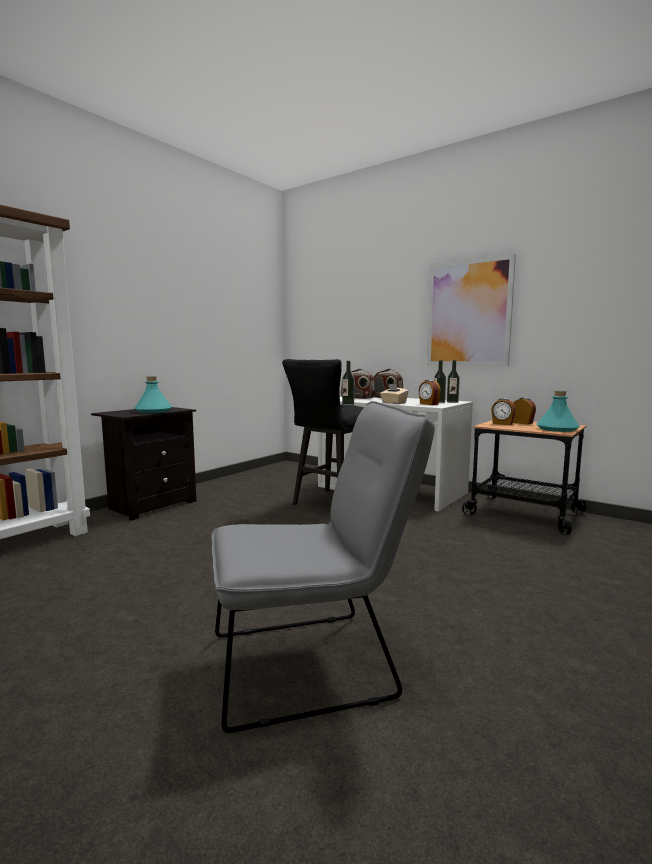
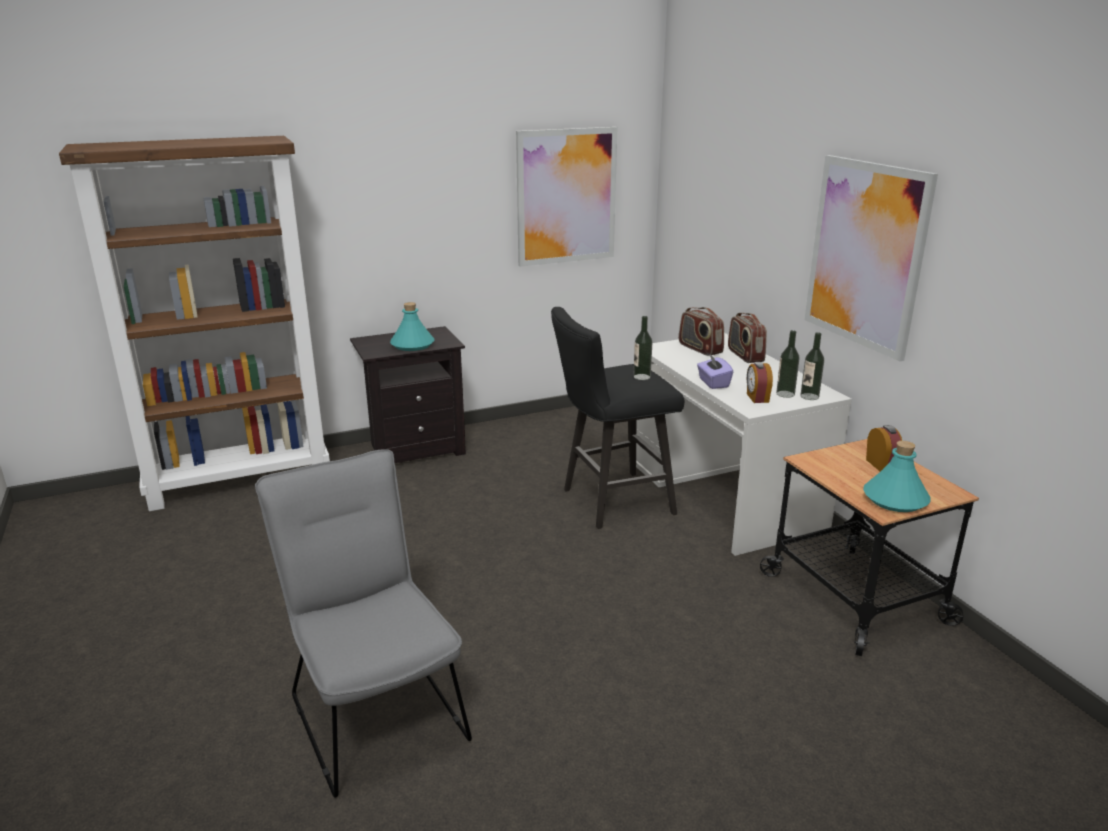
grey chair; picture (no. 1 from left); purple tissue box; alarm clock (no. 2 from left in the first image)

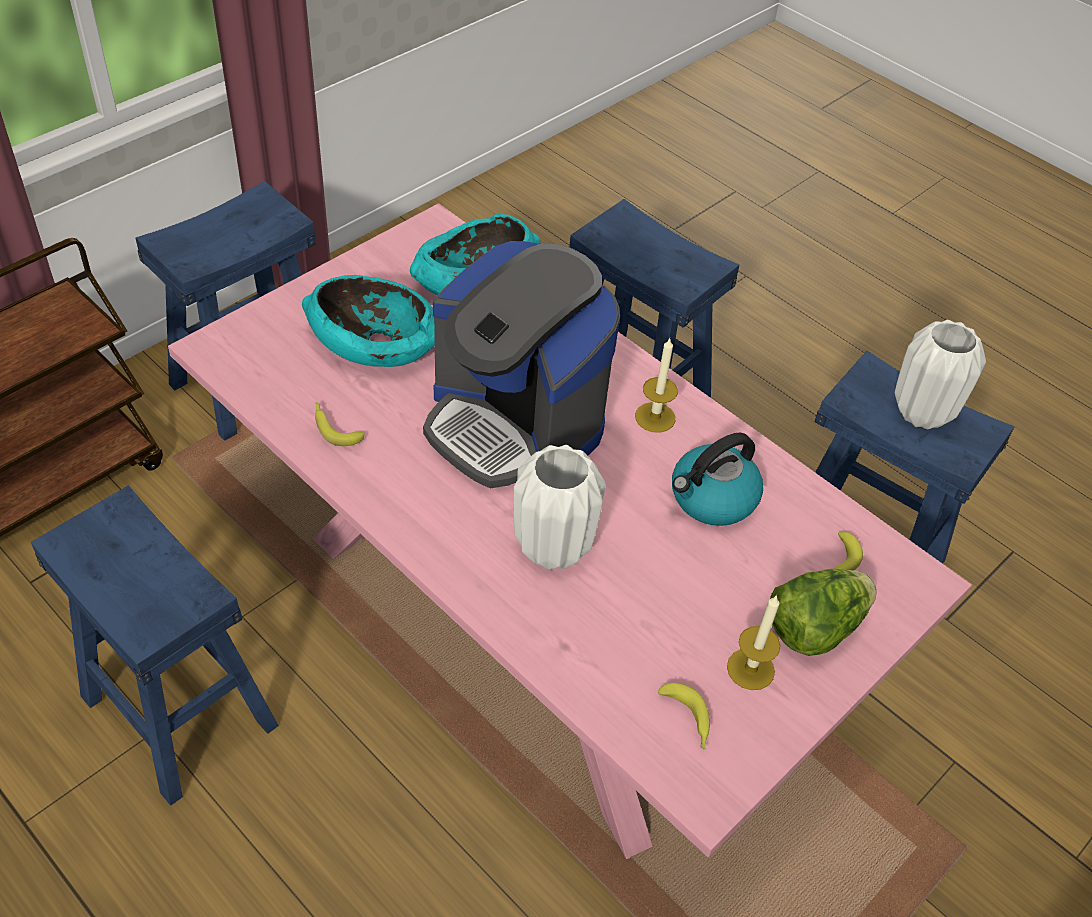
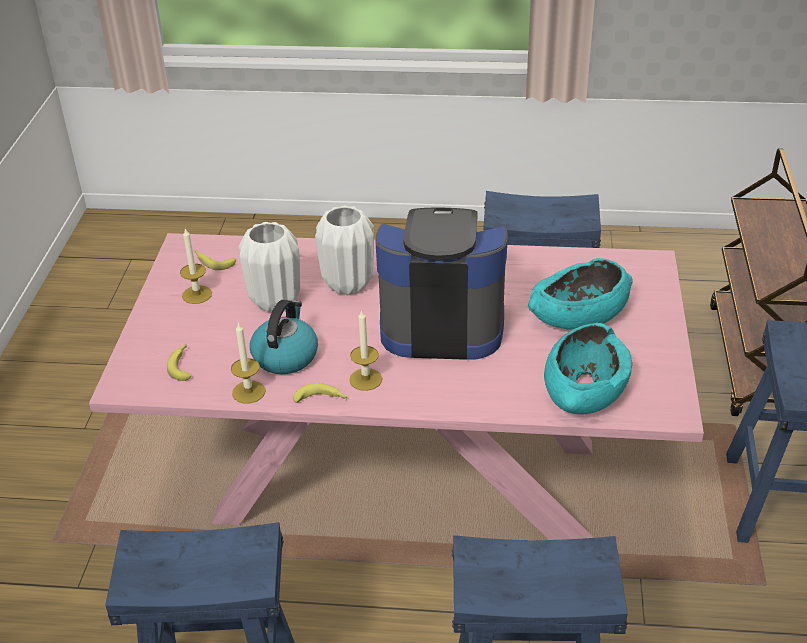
candle (no. 2 from left); white vase (no. 1 from left); banana (no. 3 from left); lettuce

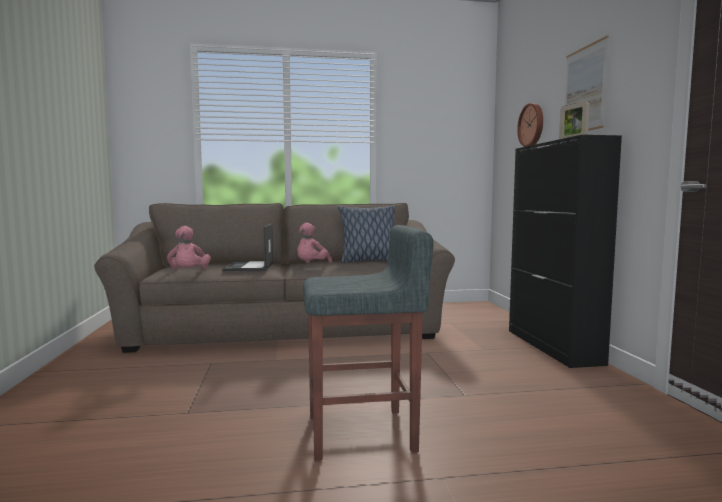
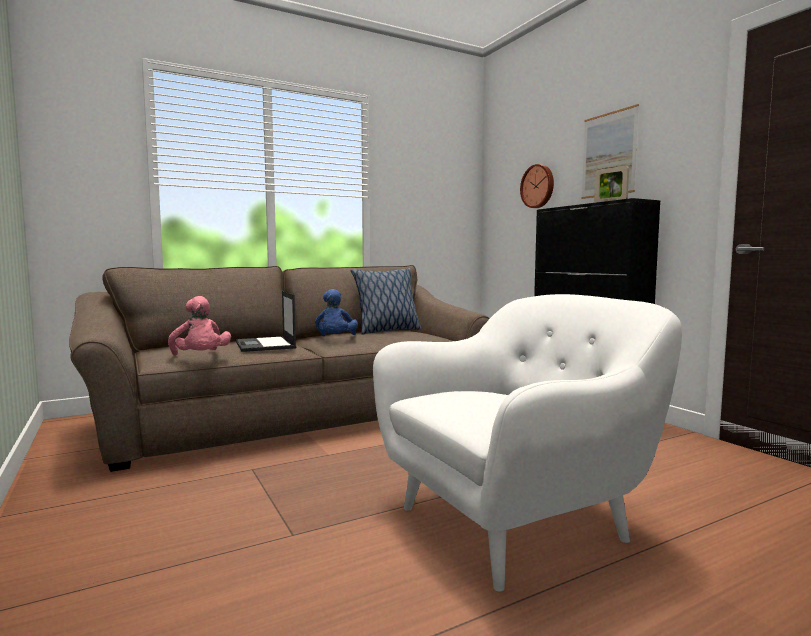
blue plush toy; white armchair

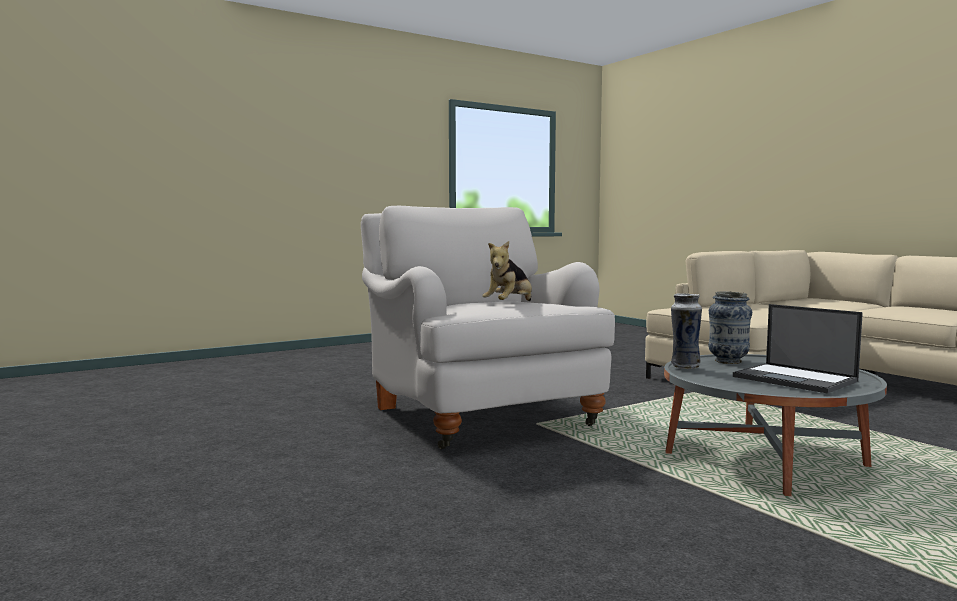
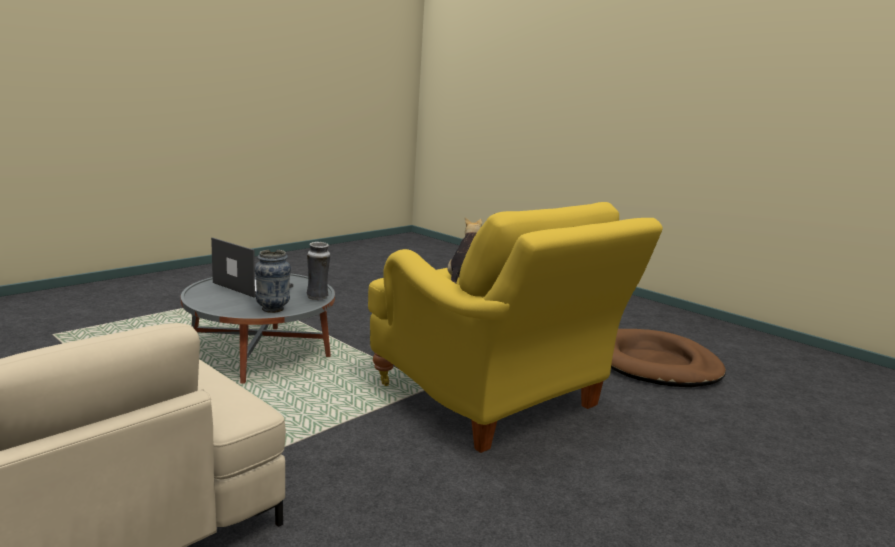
yellow armchair; brown dog bed

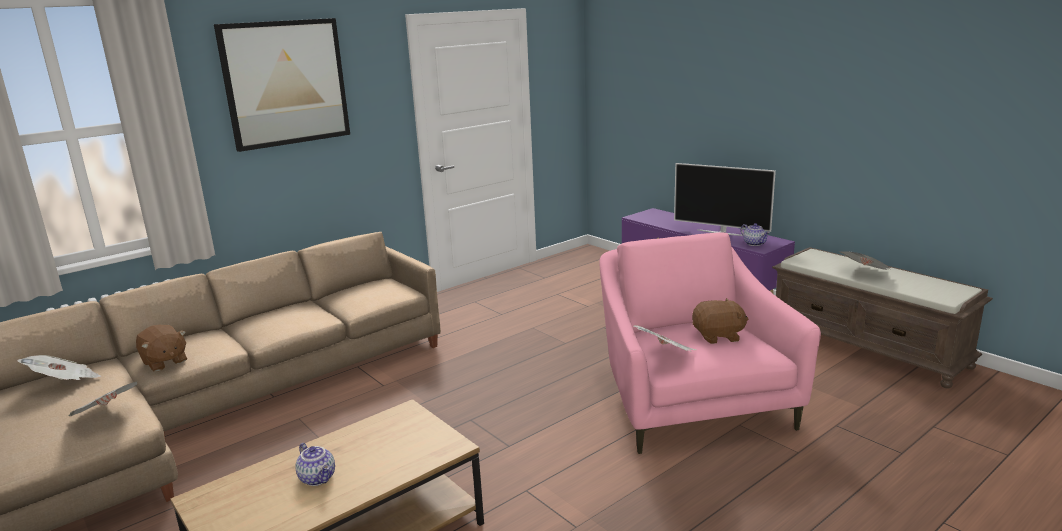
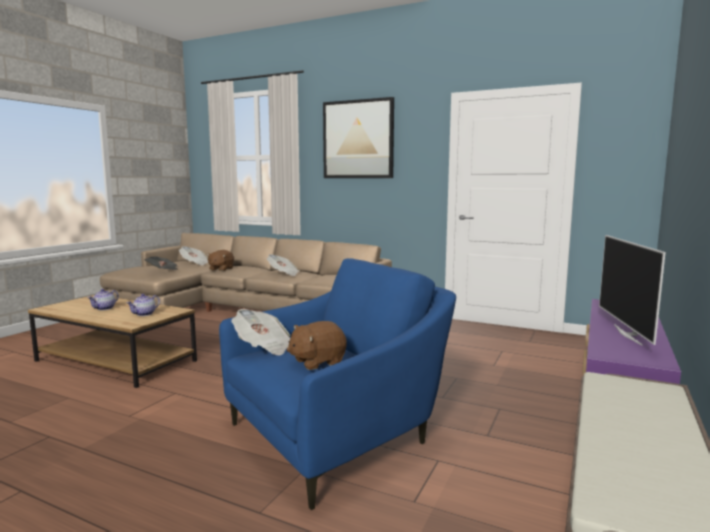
teapot (no. 2 from left); blue armchair; newspaper (no. 4 from left); brown plush toy (no. 2 from left)

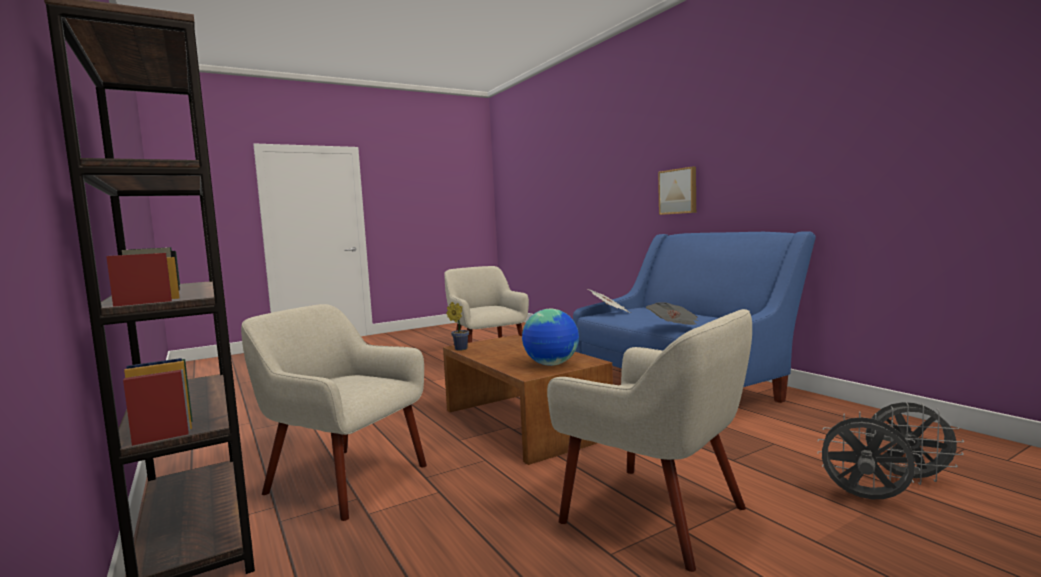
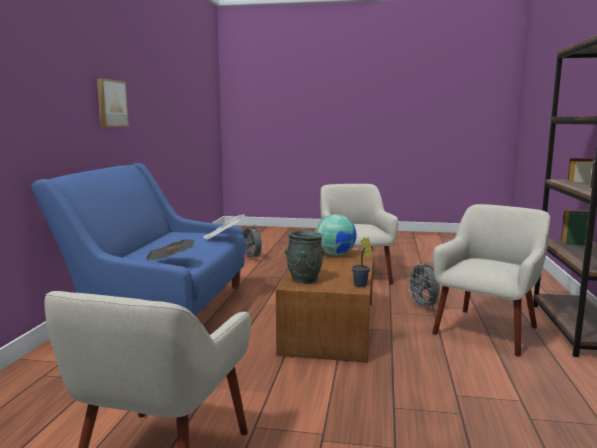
picture; grey vase; grey fan (no. 2 from left); beige armchair (no. 3 from left)

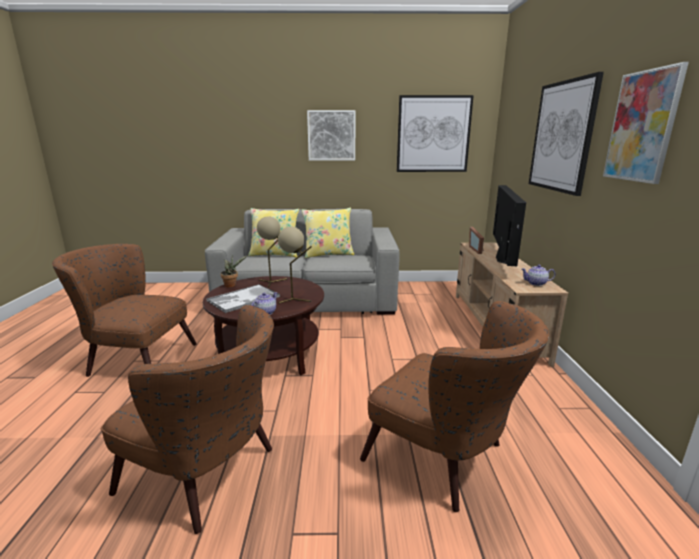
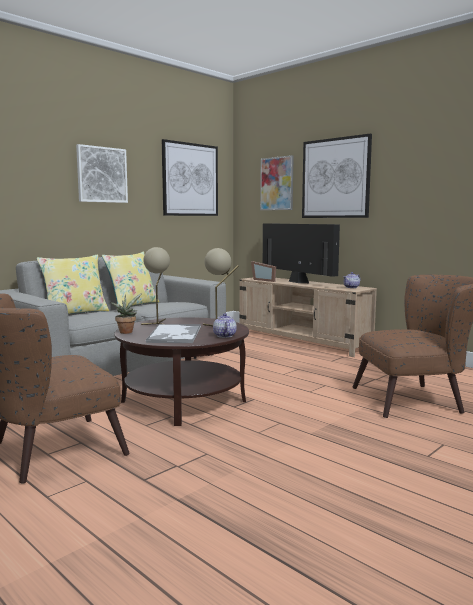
picture (no. 3 from left); brown armchair (no. 2 from left in the first image)

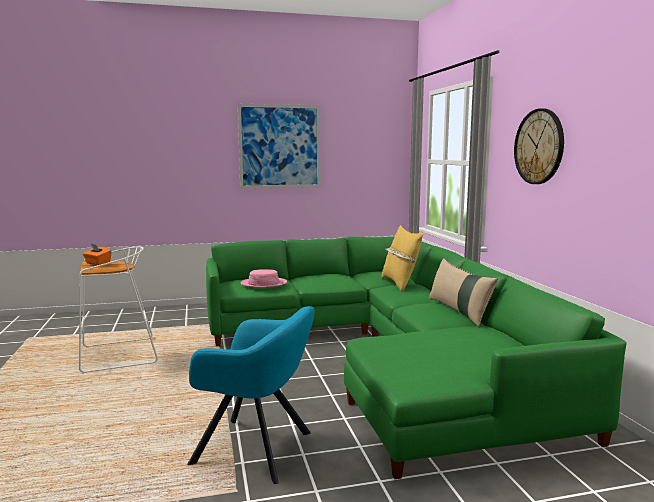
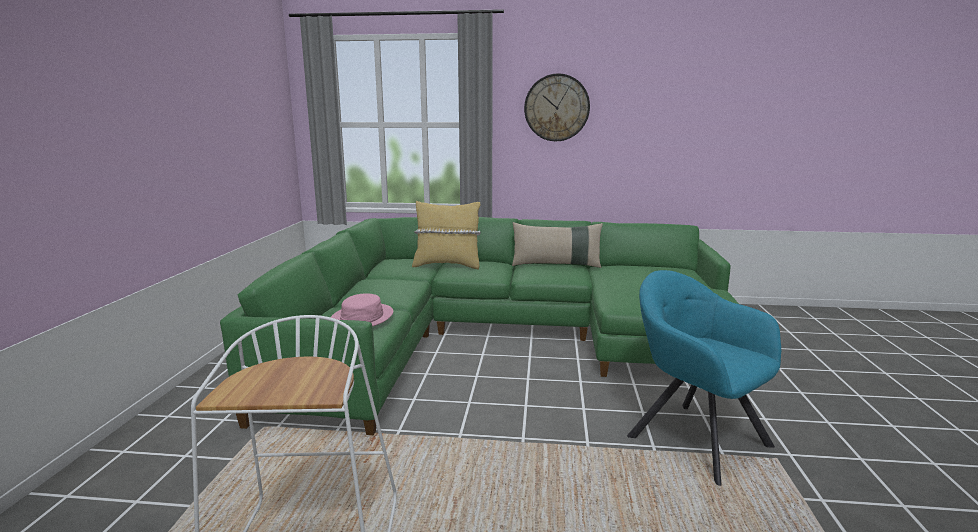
turquoise armchair; orange tissue box; picture

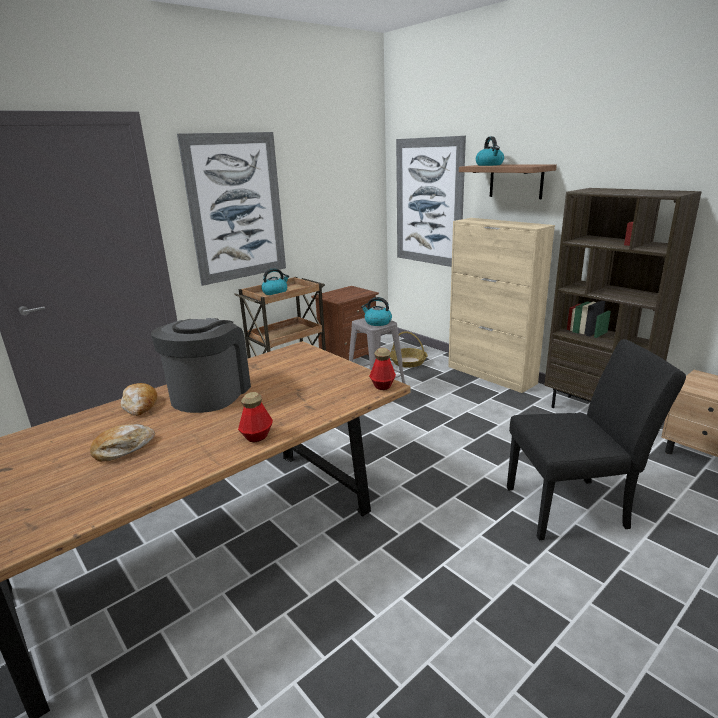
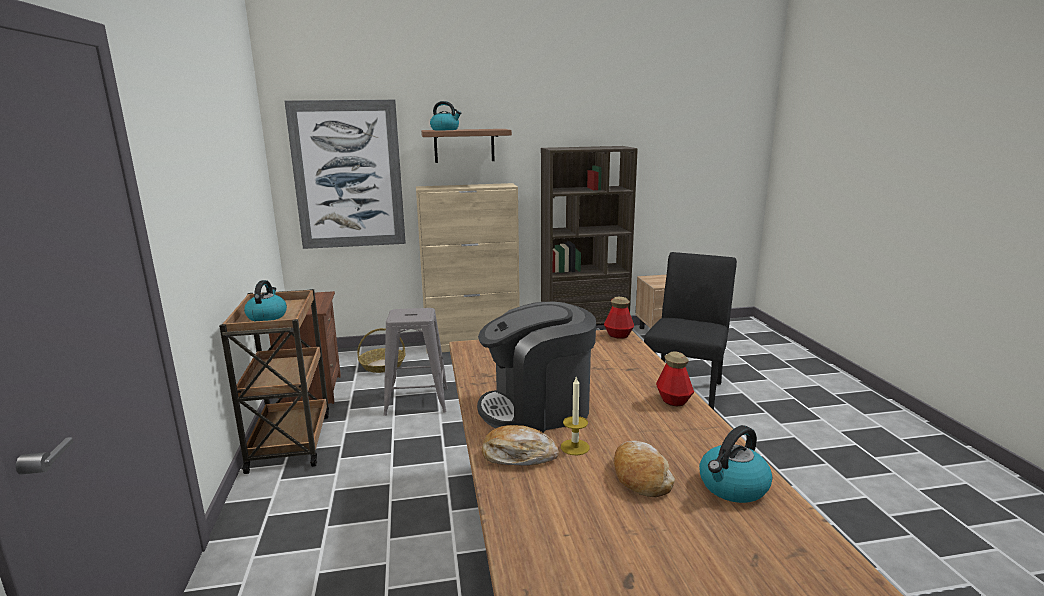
coffee machine; candle; kettle (no. 3 from left); picture (no. 1 from left in the first image)

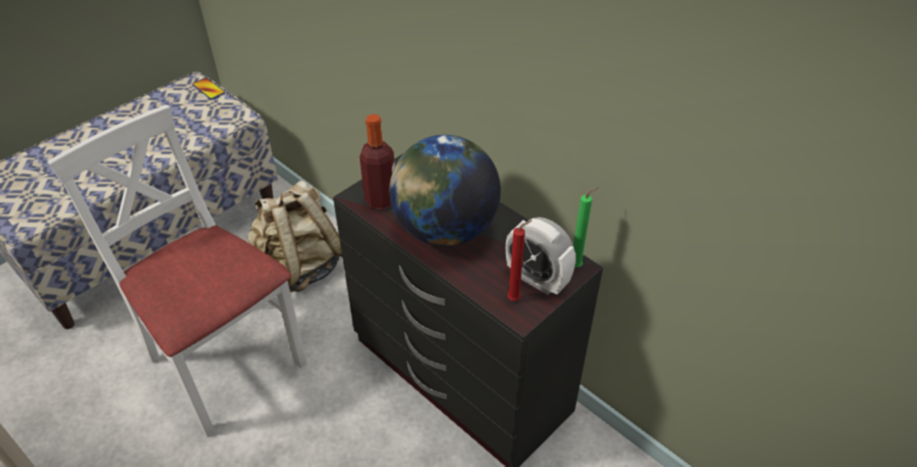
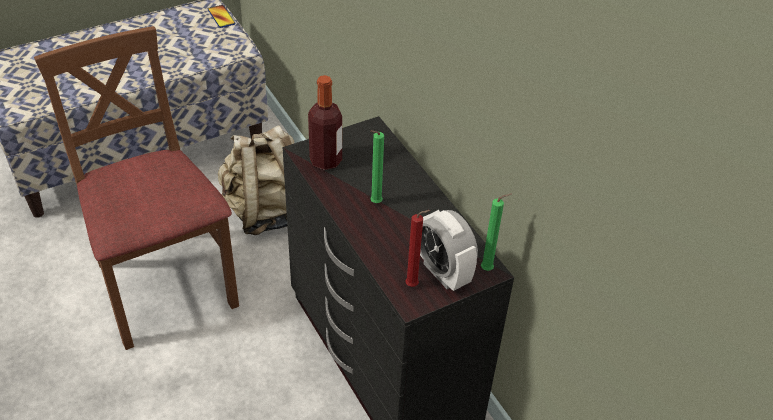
brown chair; green candle (no. 1 from left)

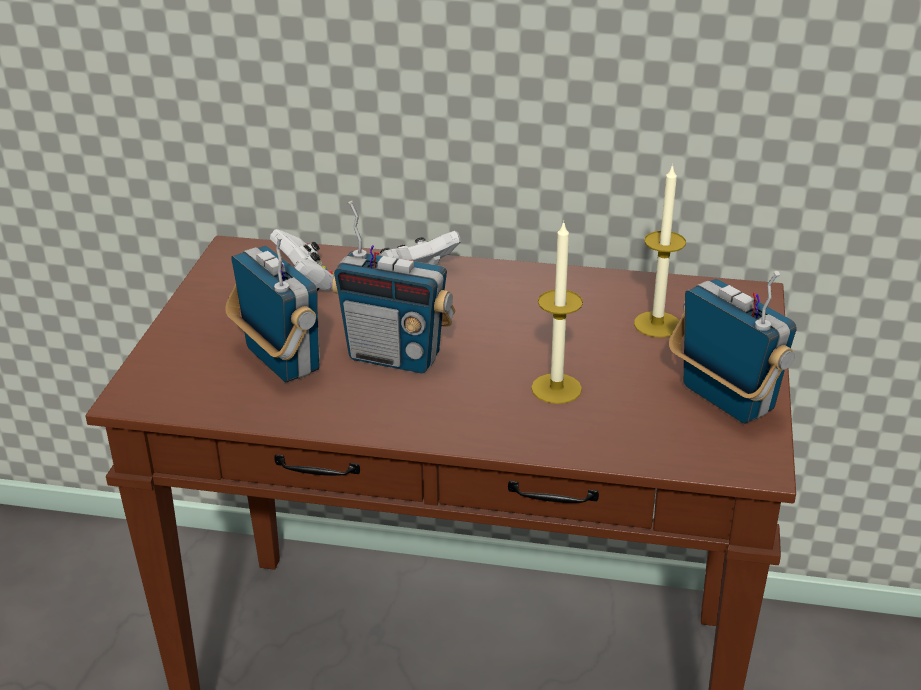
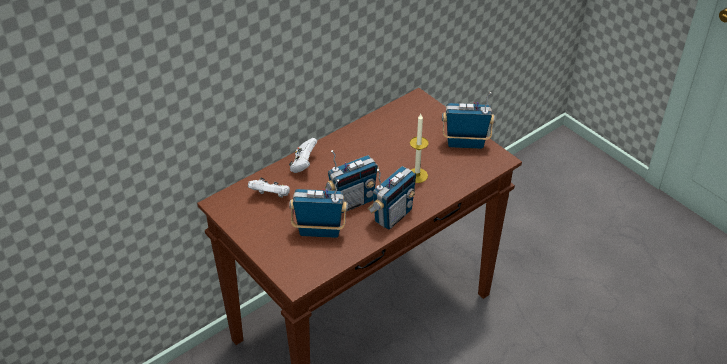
radio (no. 3 from left); candle (no. 2 from left in the first image)

